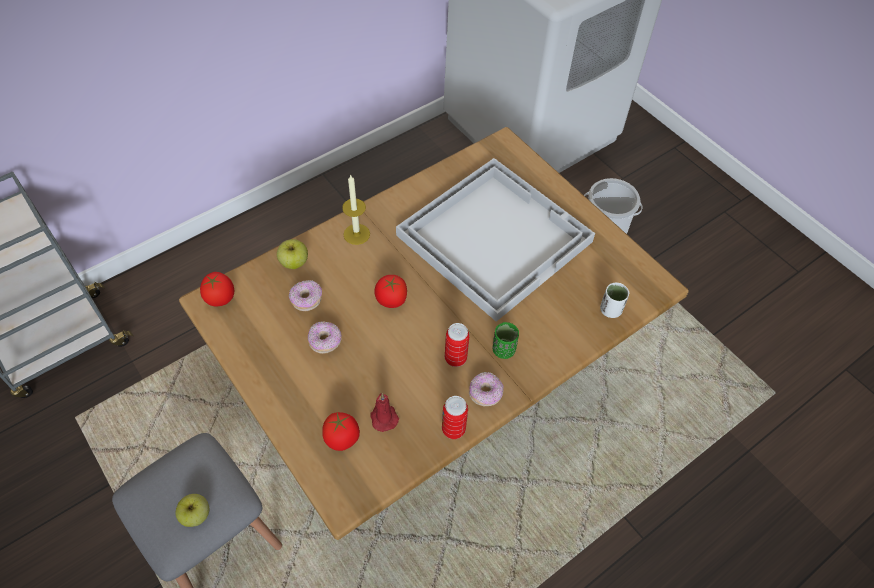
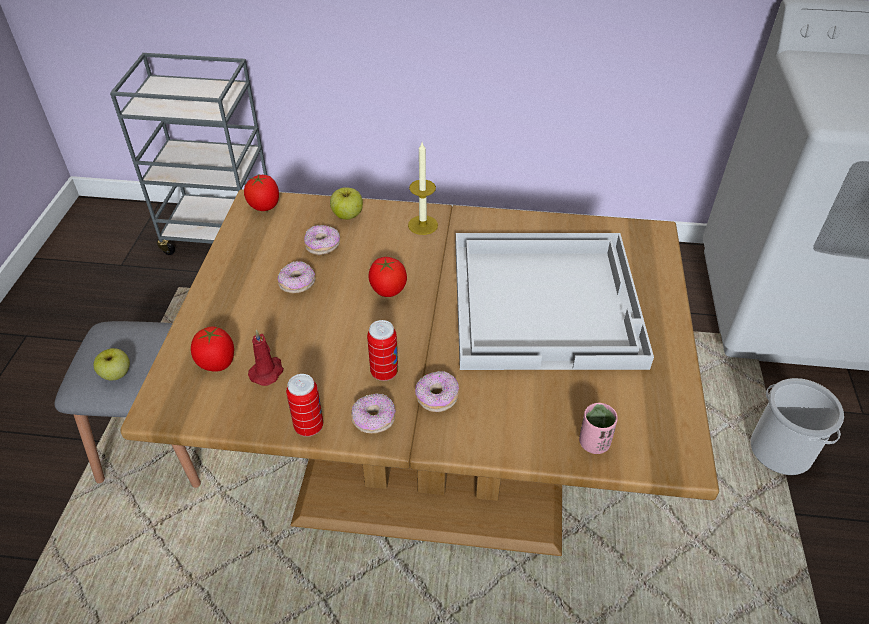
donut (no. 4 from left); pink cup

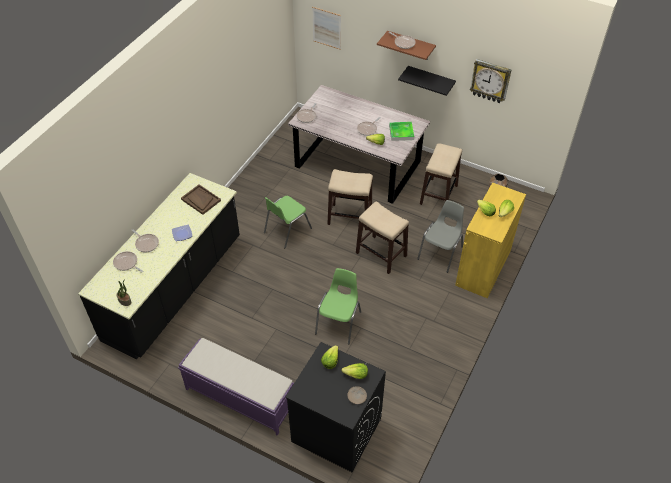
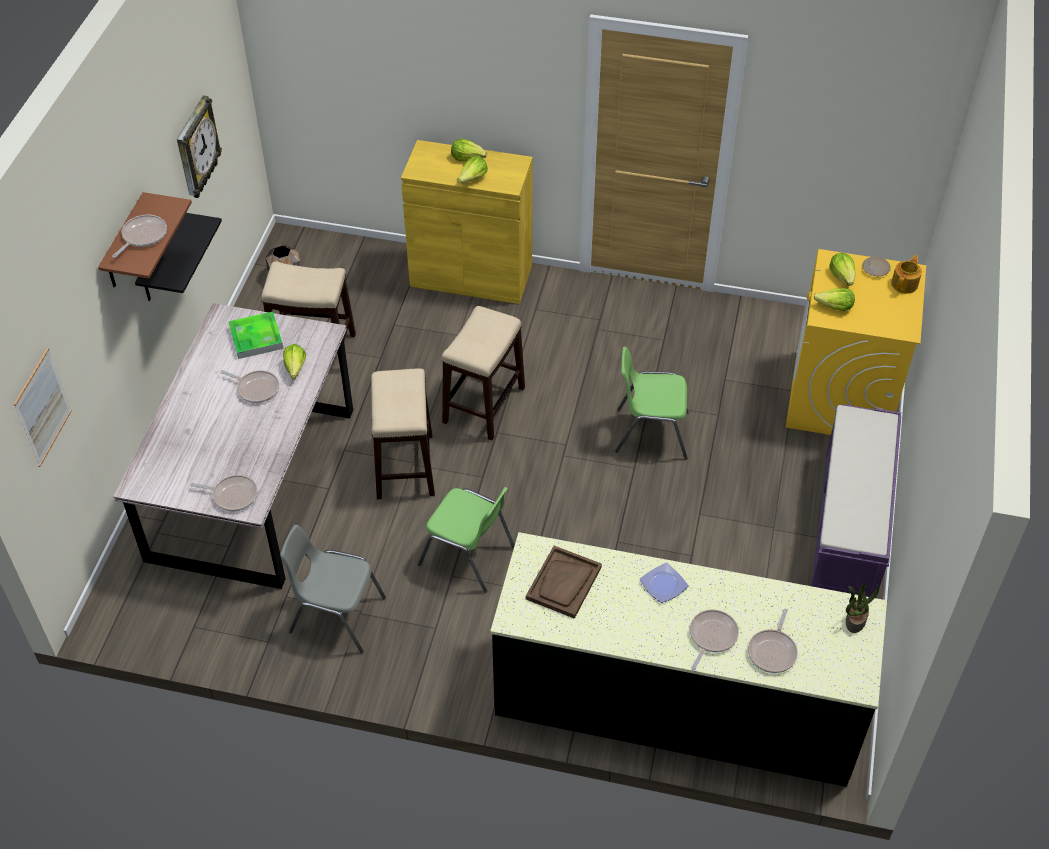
grey chair; yellow washing machine; teapot

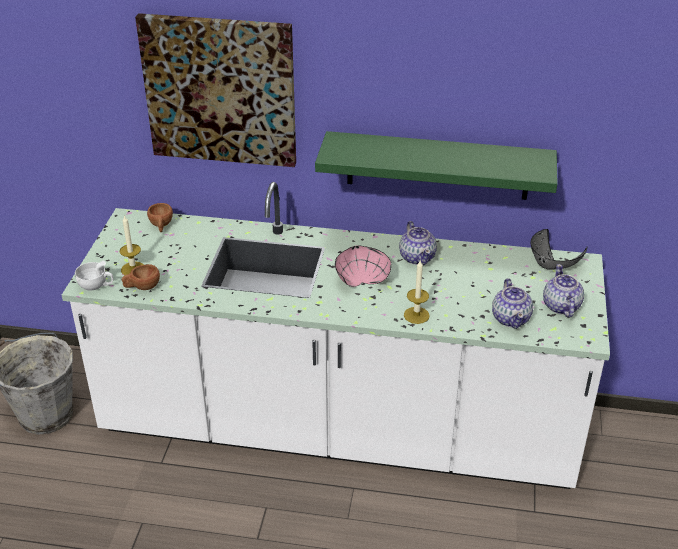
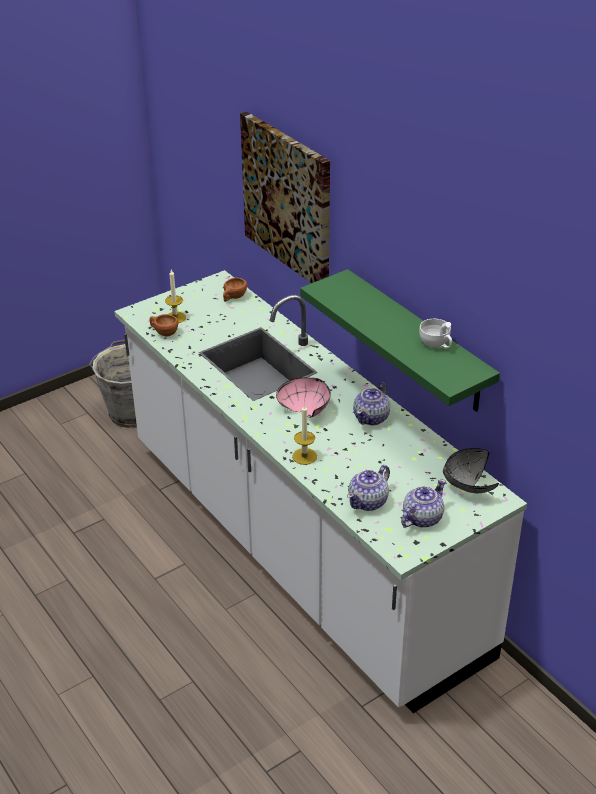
white cup

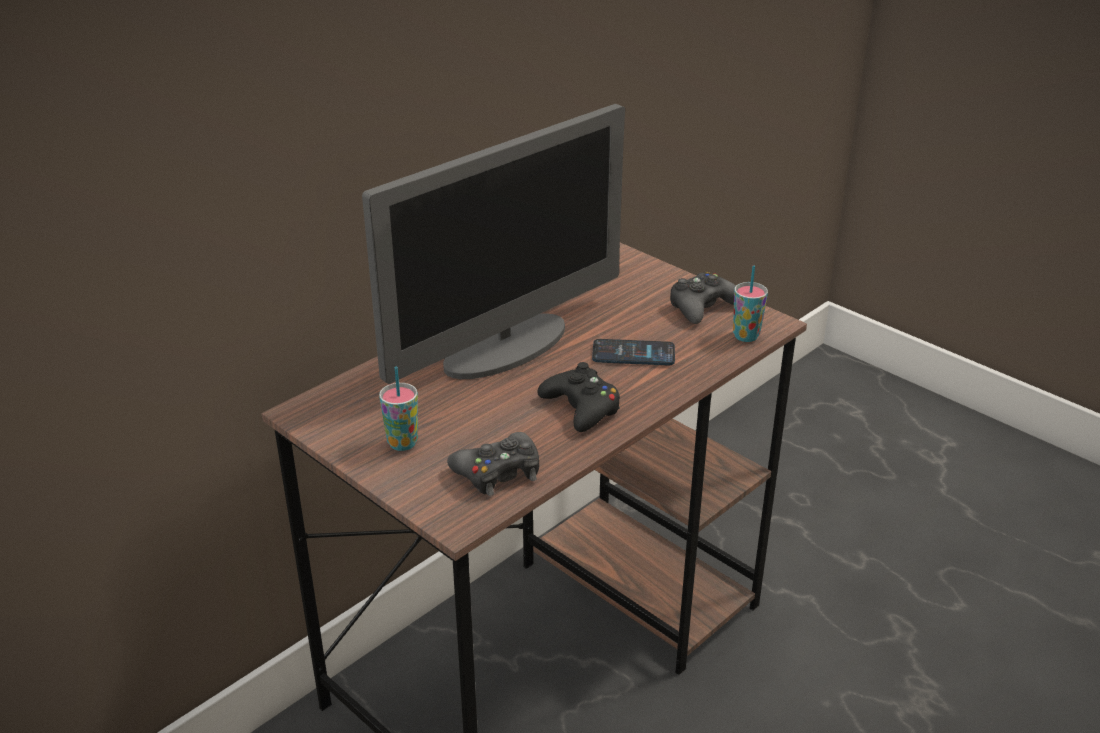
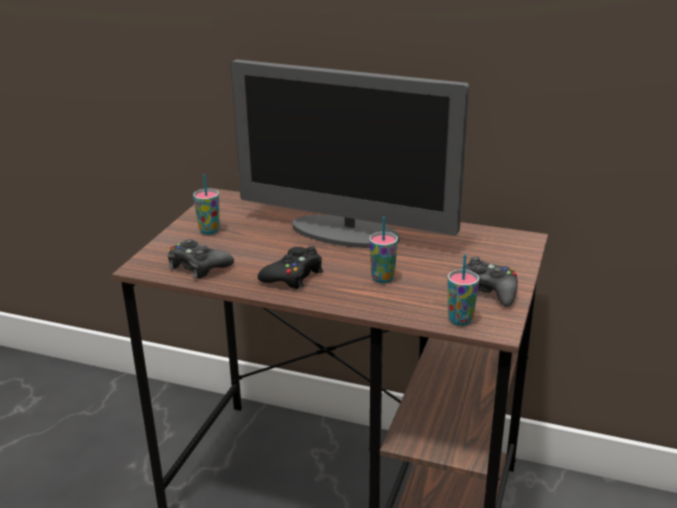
cup (no. 2 from left)

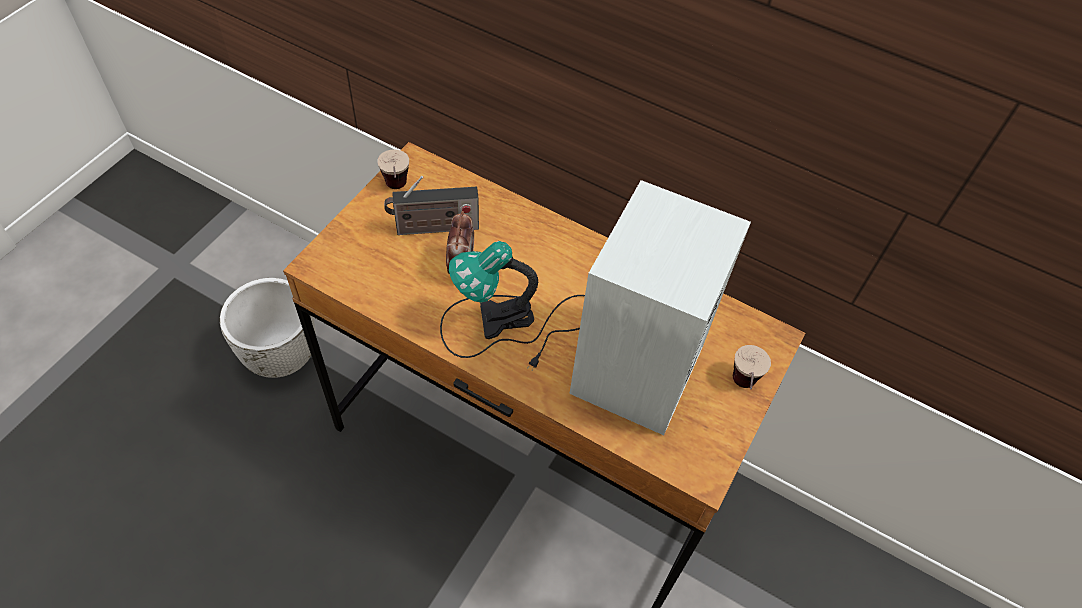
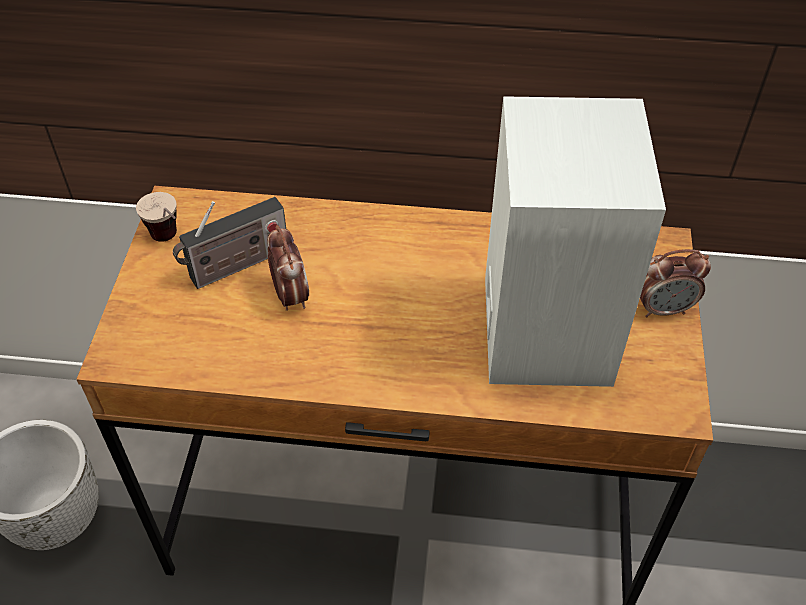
alarm clock (no. 2 from left); table lamp

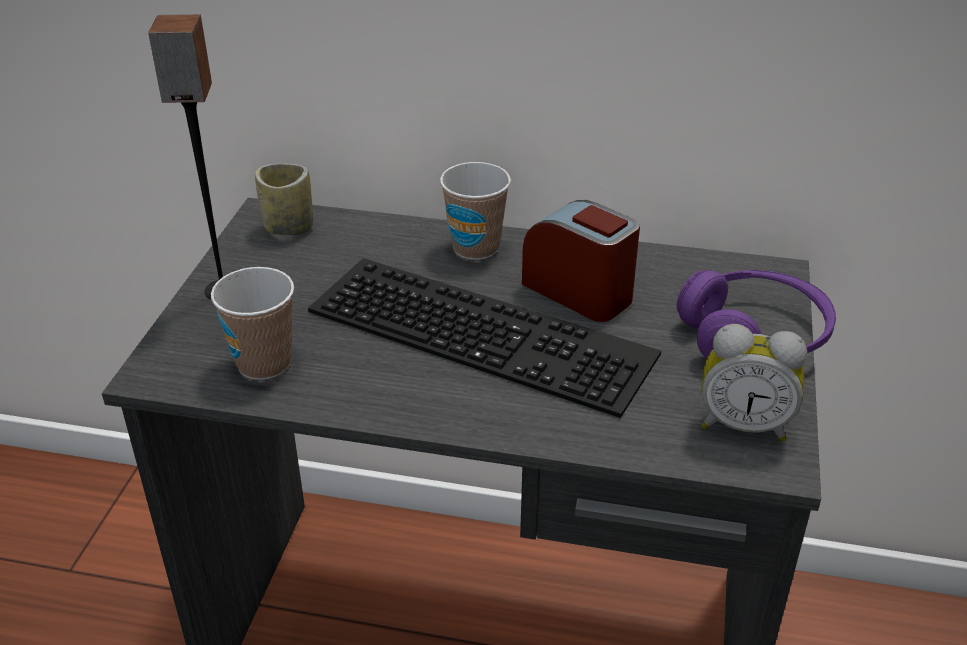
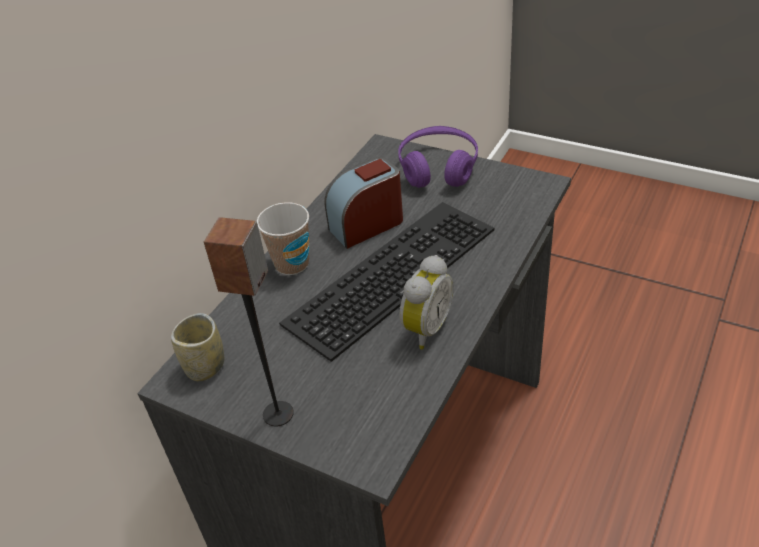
alarm clock (no. 2 from left); cup (no. 1 from left in the first image)

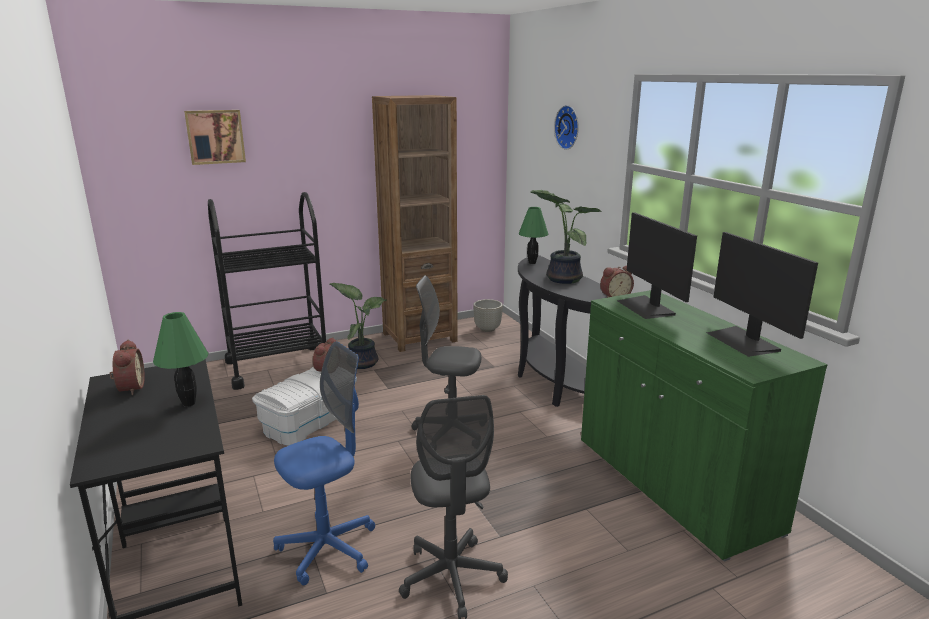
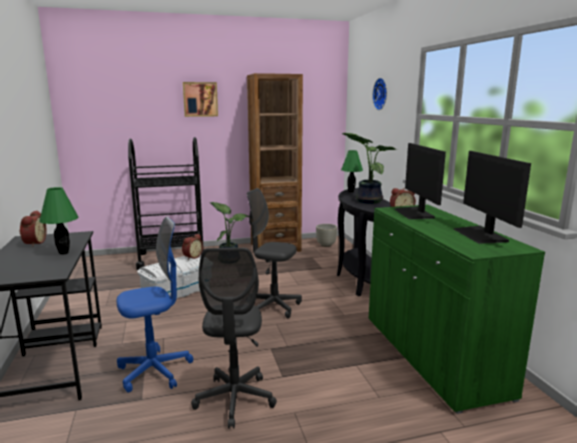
picture

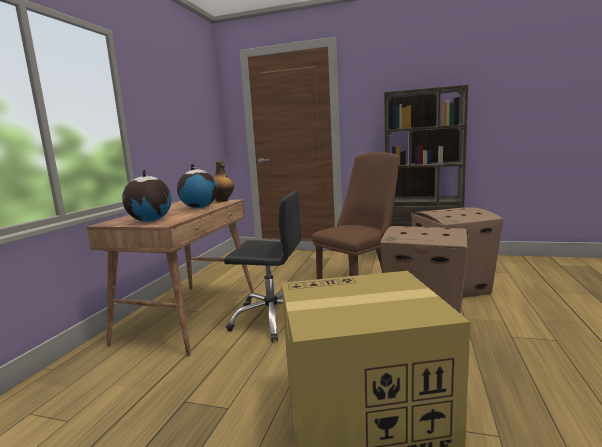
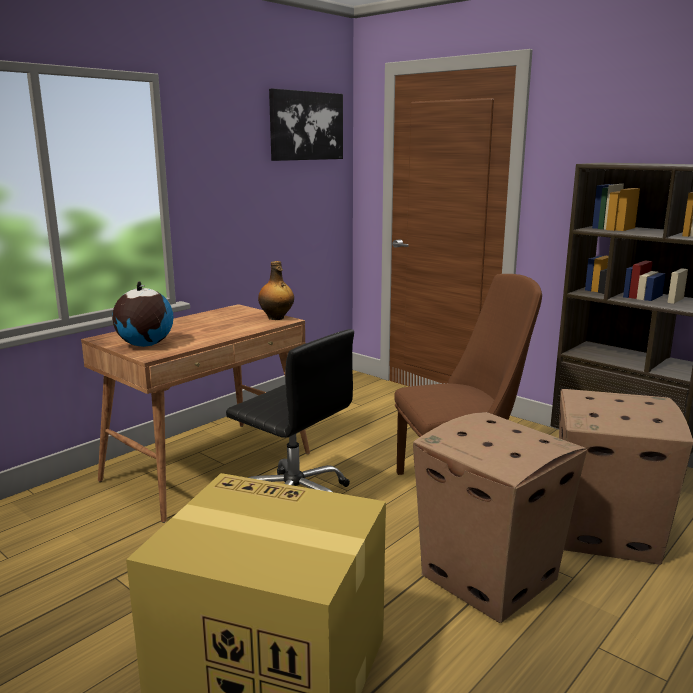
picture; globe (no. 2 from left in the first image)

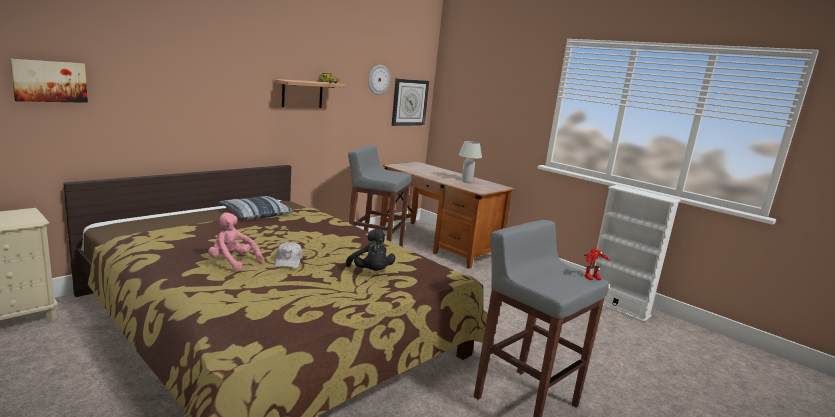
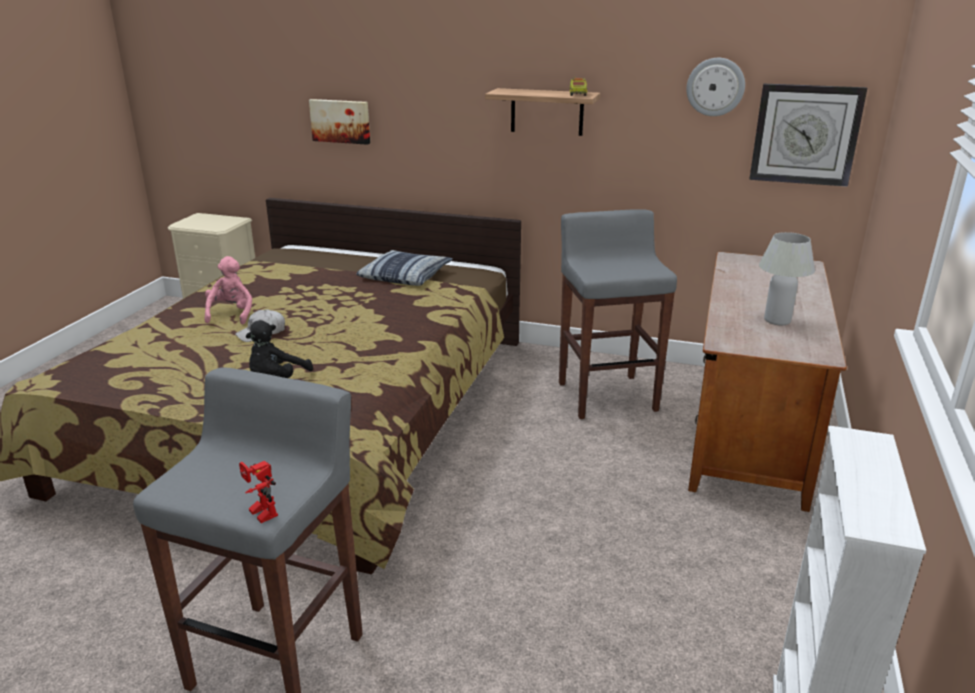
picture

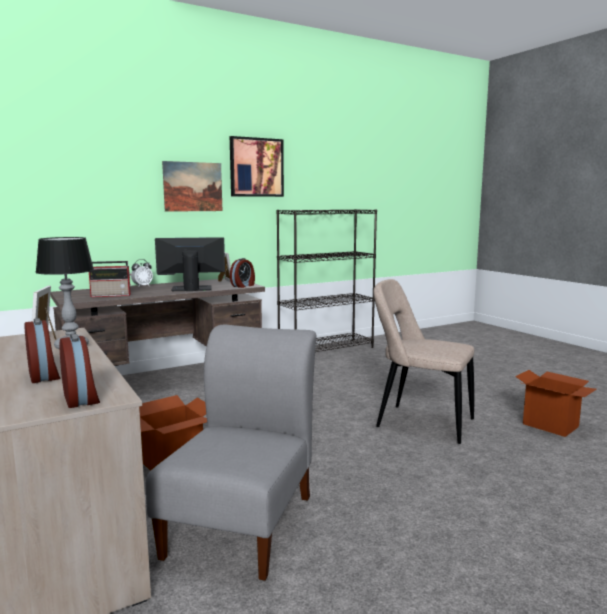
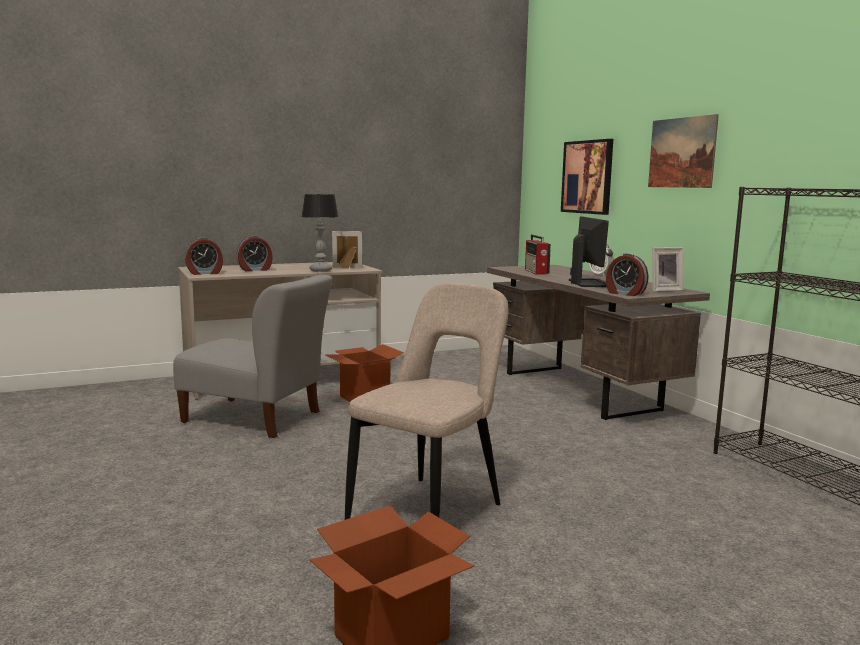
picture (no. 1 from left)

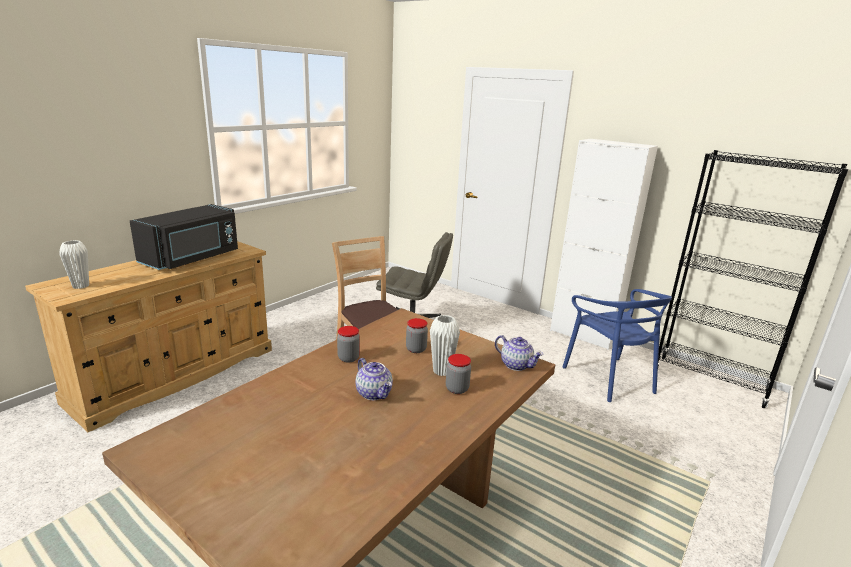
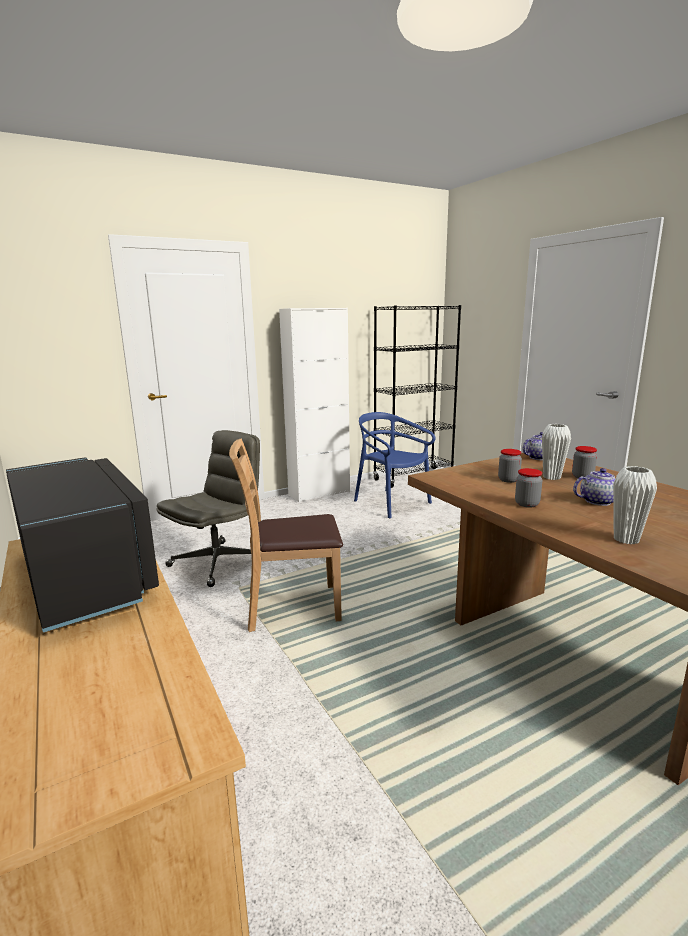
blue chair; white vase (no. 2 from left)

